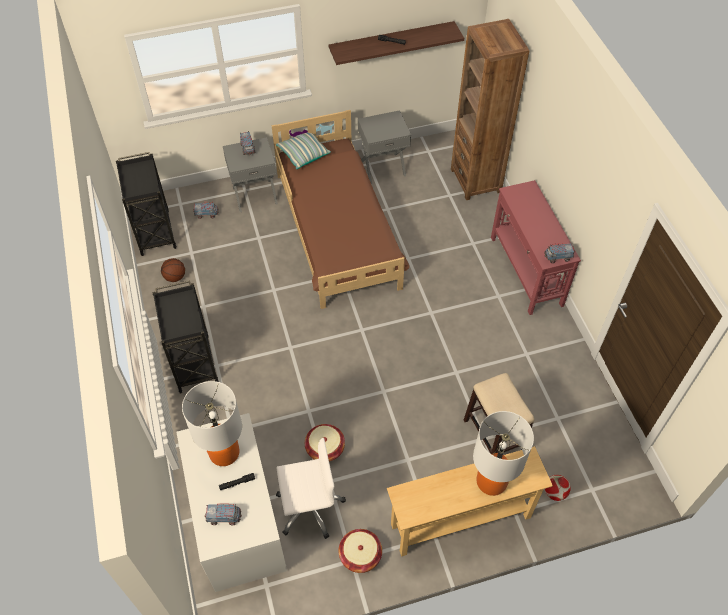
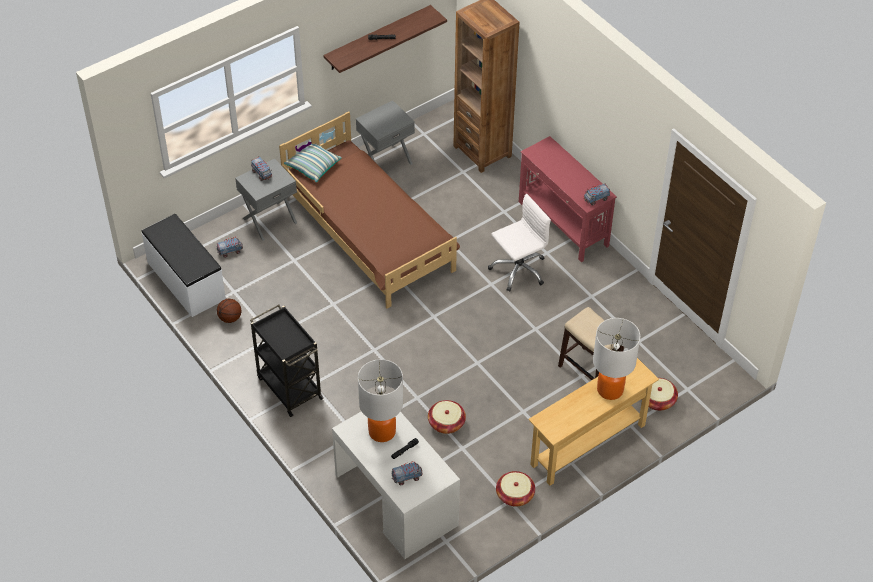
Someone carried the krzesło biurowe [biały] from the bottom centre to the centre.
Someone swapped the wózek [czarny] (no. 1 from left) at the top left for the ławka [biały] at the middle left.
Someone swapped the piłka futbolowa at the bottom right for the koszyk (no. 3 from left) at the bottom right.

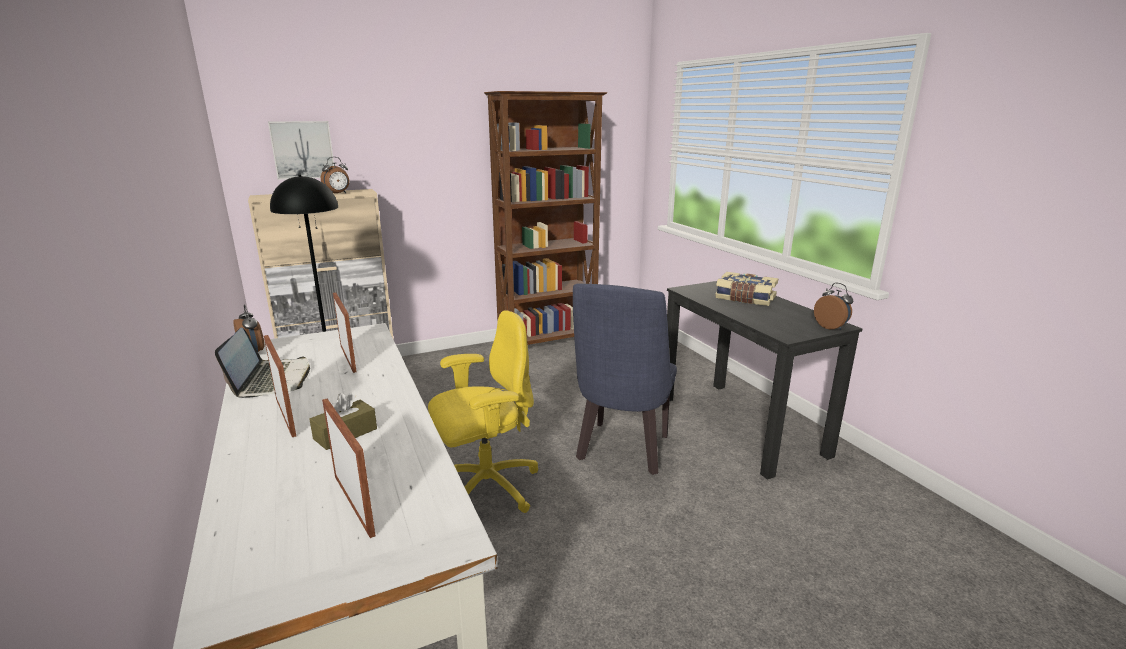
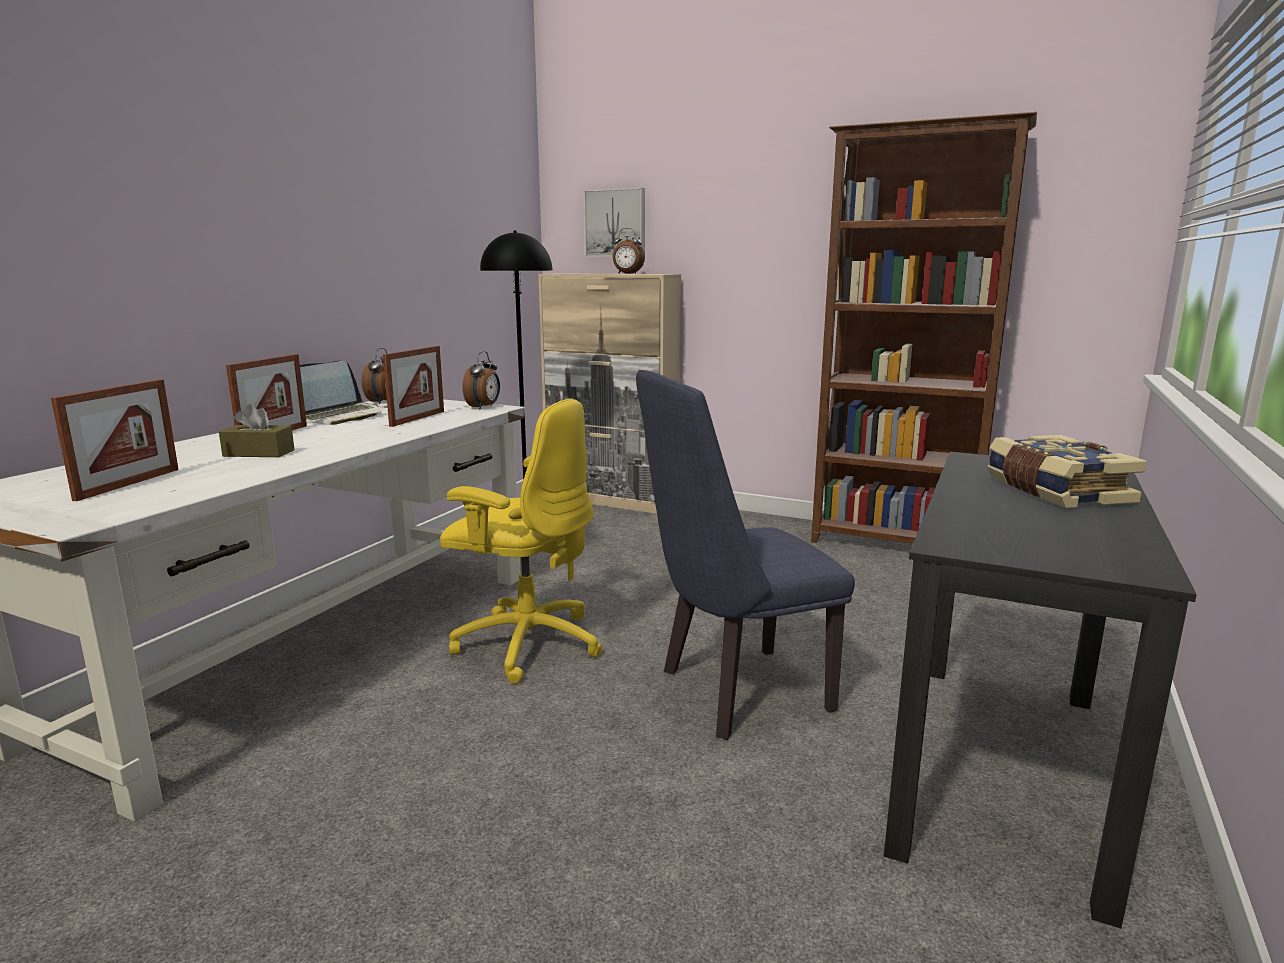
Someone carried the budzik (no. 3 from left in the first image) from the middle right to the centre.

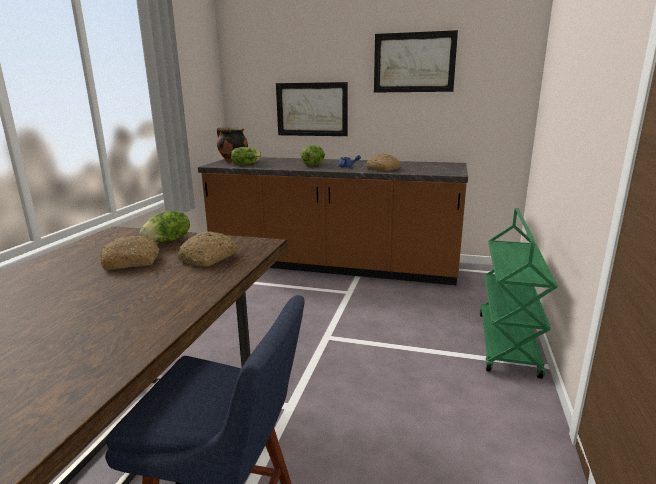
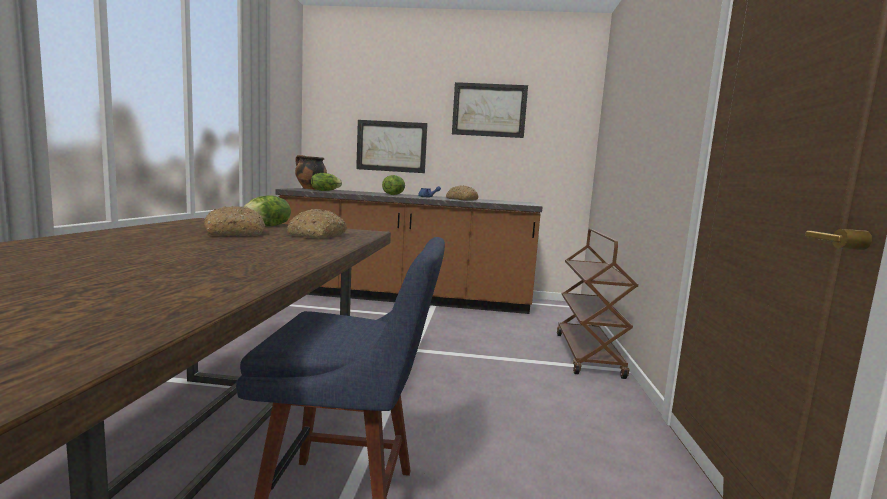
Someone repainted the wózek [zielony] at the middle right, which became the wózek [brązowy] at the middle right.

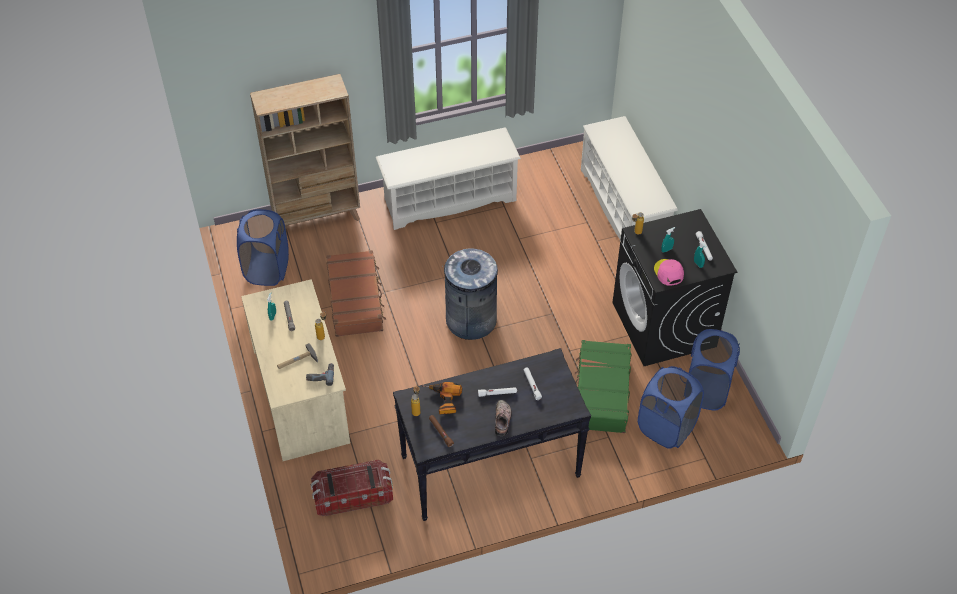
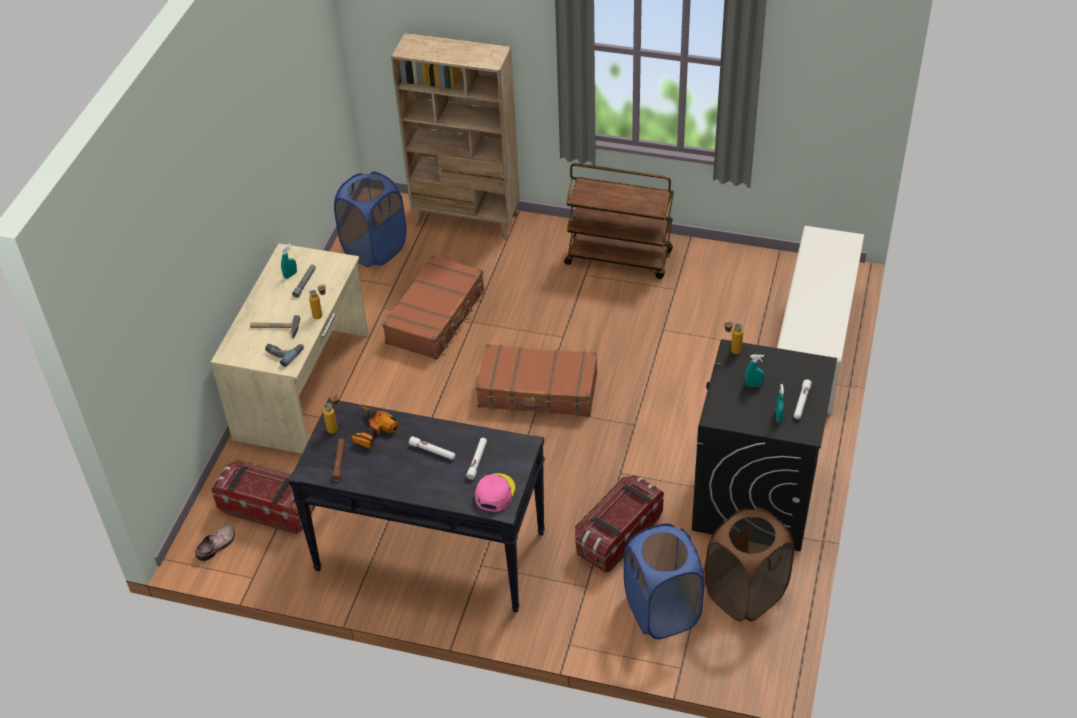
Someone carried the but from the bottom centre to the bottom left.
Someone carried the czapka z daszkiem [różowy] from the middle right to the bottom centre.
Someone swapped the regał na buty [biały] (no. 1 from left) at the top centre for the wózek [brązowy] at the top centre.
Someone swapped the kosz na śmieci [szary] at the centre for the walizka [brązowy] (no. 2 from left) at the centre.
Someone swapped the walizka [zielony] at the centre for the pojemnik do przechowywania (no. 2 from left) at the bottom centre.
Someone repainted the kosz na pranie [niebieski] (no. 3 from left) at the middle right, which became the kosz na pranie [brązowy] at the bottom right.

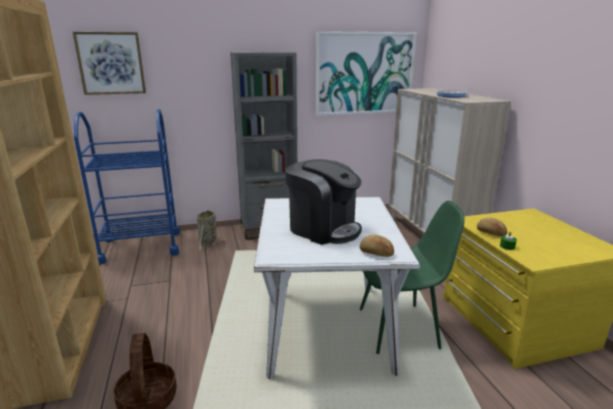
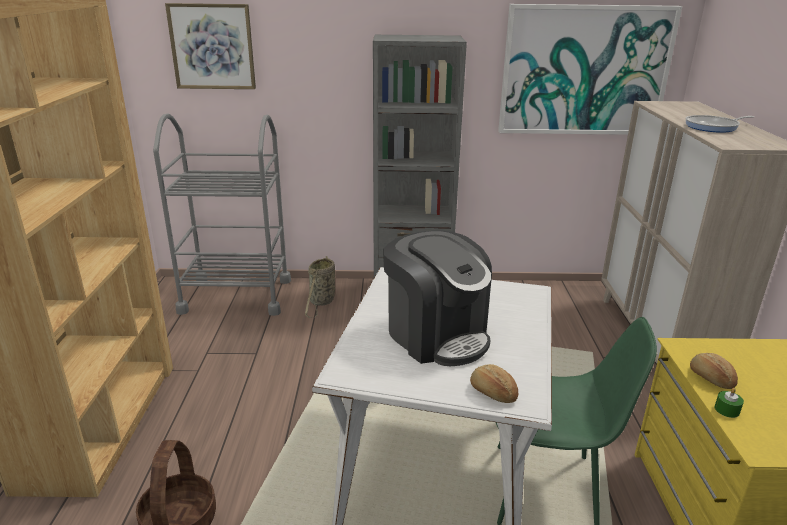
Someone repainted the wózek [niebieski] at the middle left, which became the wózek [szary] at the middle left.

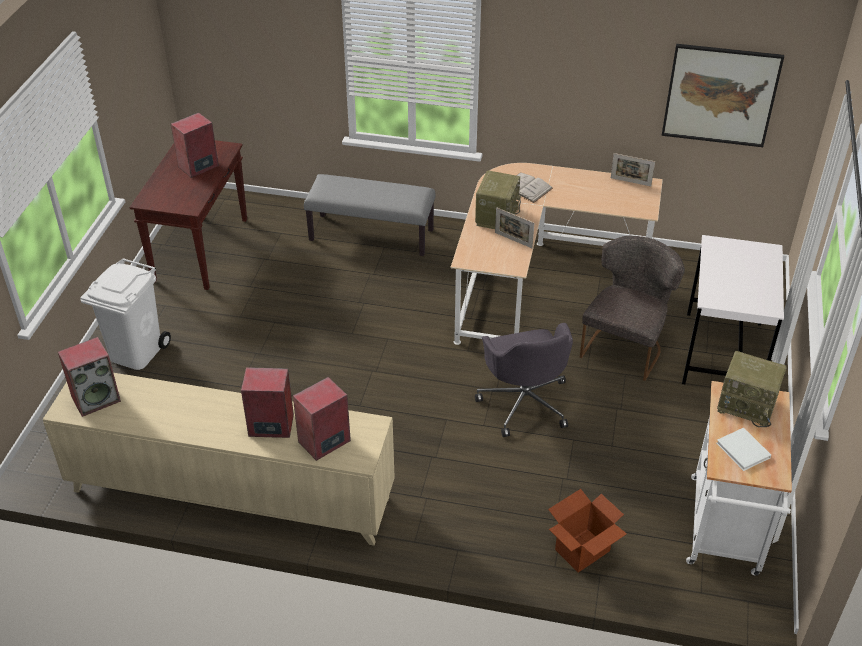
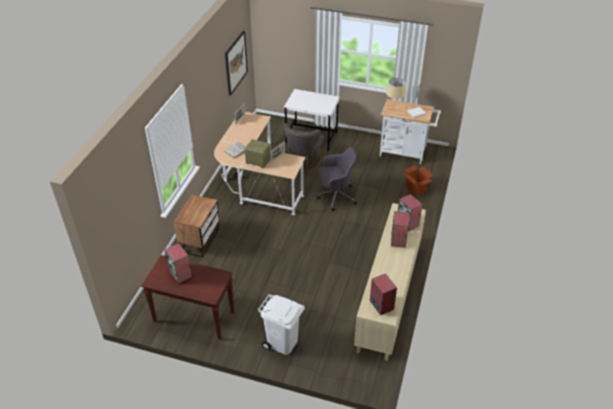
Someone swapped the ławka [szary] at the top centre for the szafka nocna at the middle left.
Someone swapped the radio (no. 2 from left) at the middle right for the lampa stołowa [beżowy] at the top centre.
Someone rotated the krzesło [szary] at the middle right by 105 degrees counterclockwise.

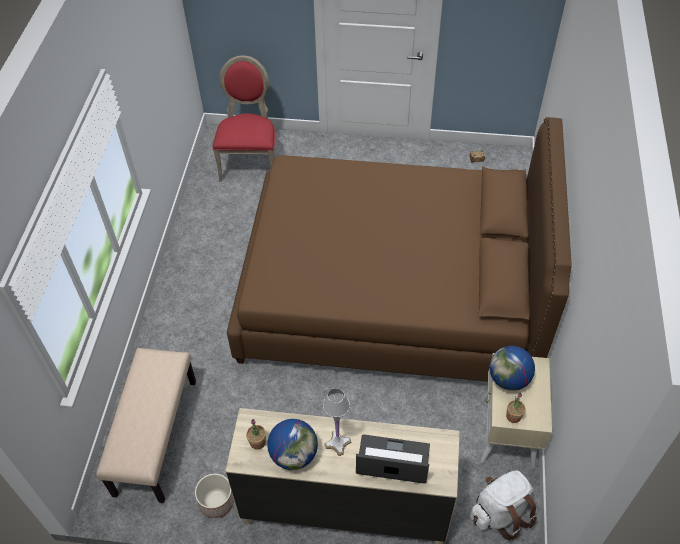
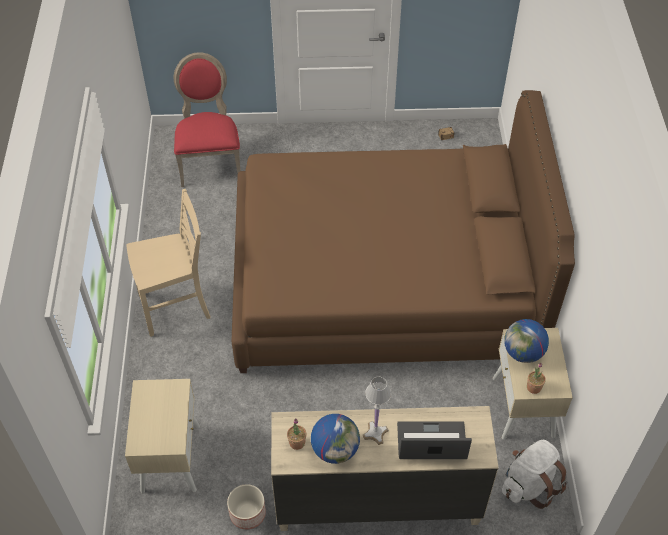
Someone put down the krzesło [beżowy] at the middle left.
Someone swapped the ławka [beżowy] at the bottom left for the szafka nocna [beżowy] (no. 1 from left) at the bottom left.

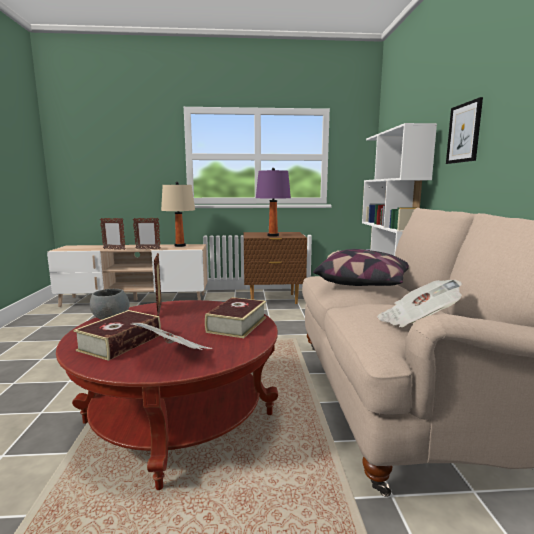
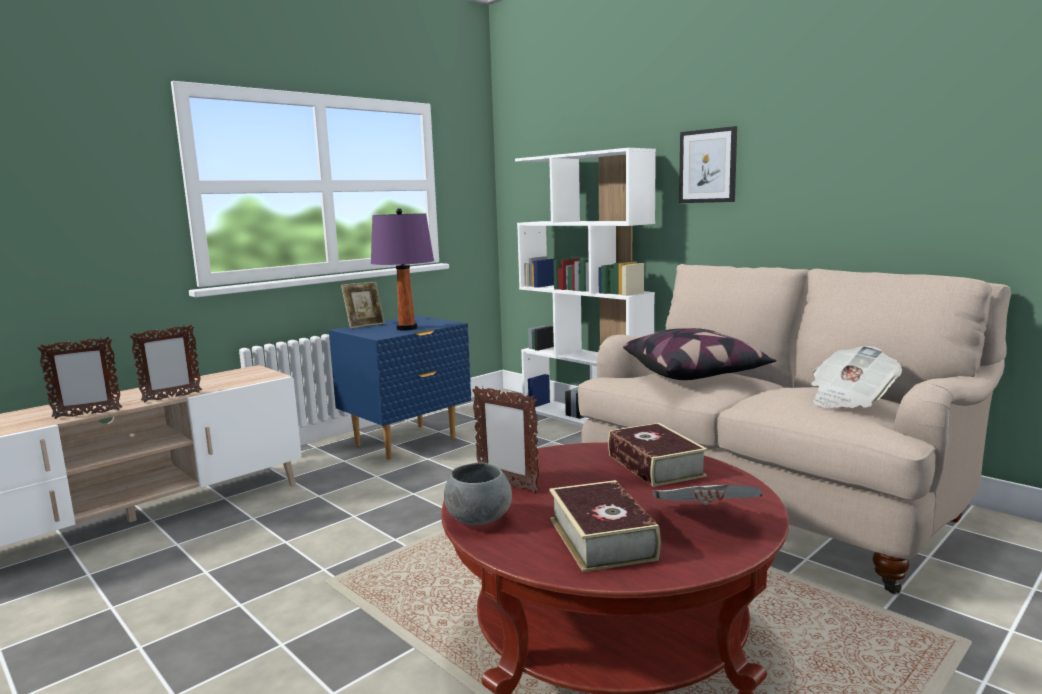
Someone took away the lampa stołowa [beżowy] at the centre.
Someone put down the ramka na zdjęcie (no. 3 from left) at the centre.
Someone repainted the szafka nocna [brązowy] at the centre, which became the szafka nocna [niebieski] at the centre.

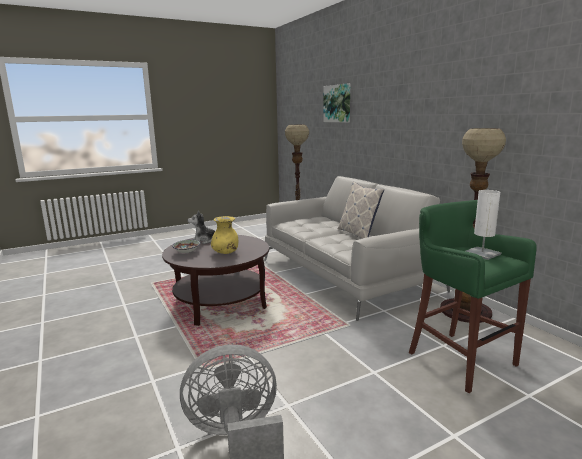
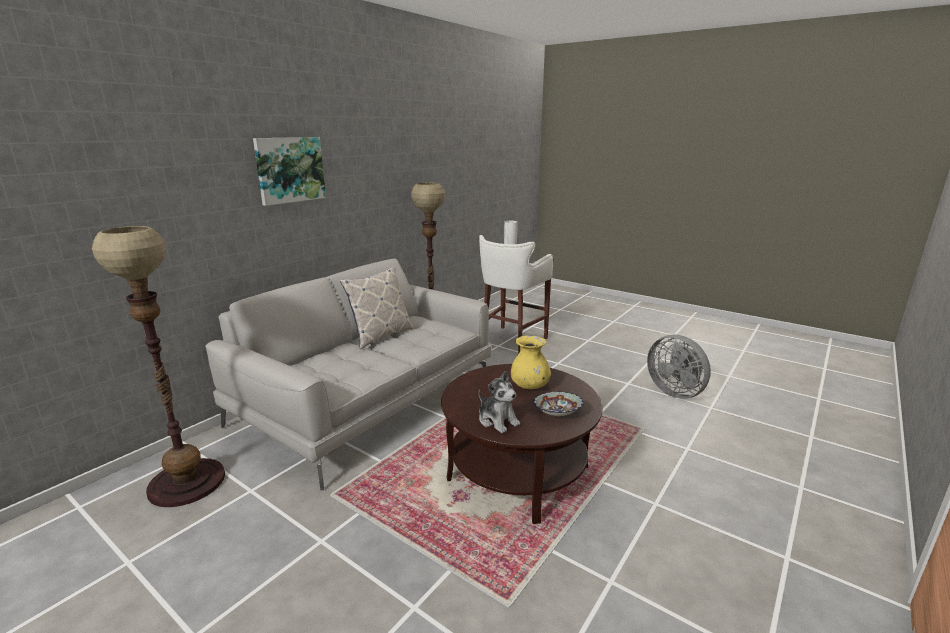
Someone carried the obraz from the top centre to the top left.
Someone repainted the stołek [zielony] at the middle right, which became the stołek [biały] at the centre.

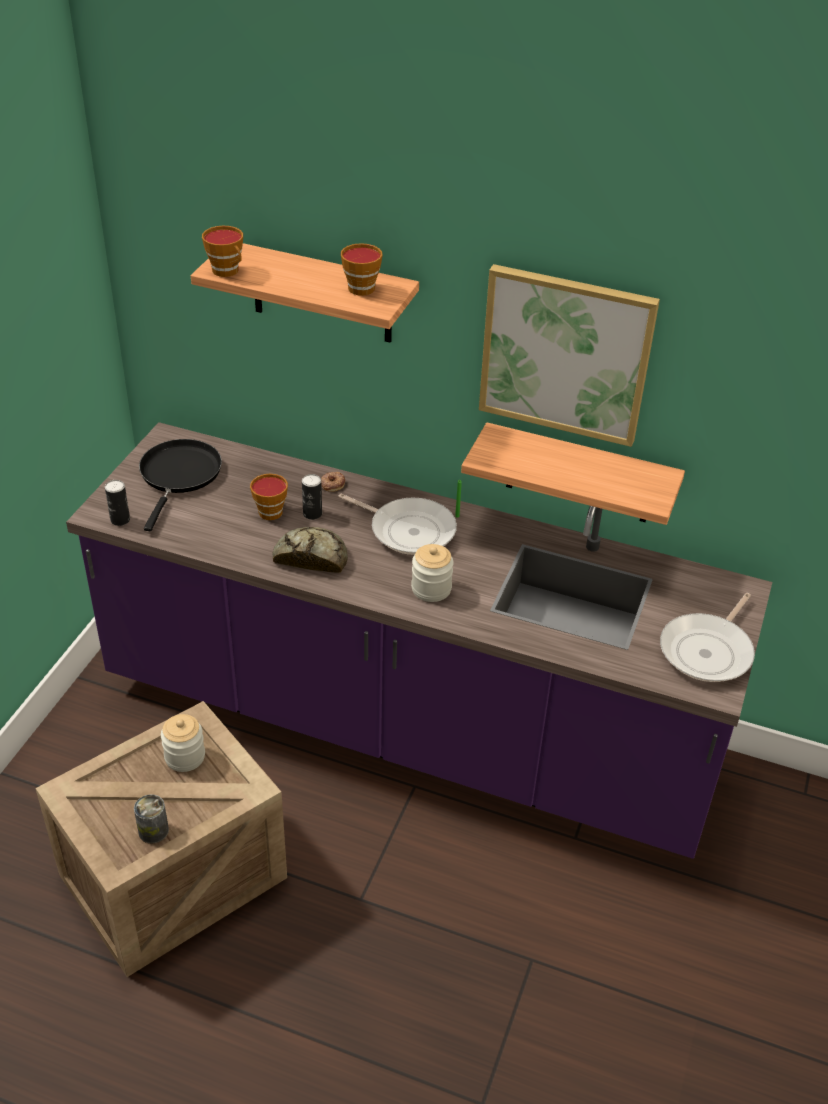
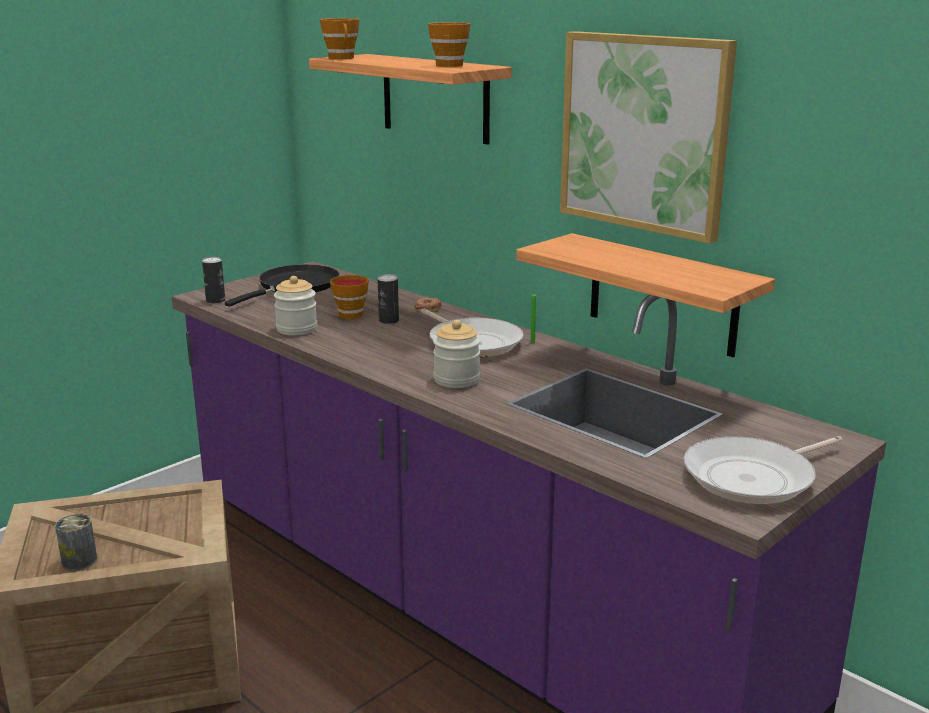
Someone took away the chleb at the centre.
Someone carried the słoik (no. 1 from left) from the bottom left to the middle left.

